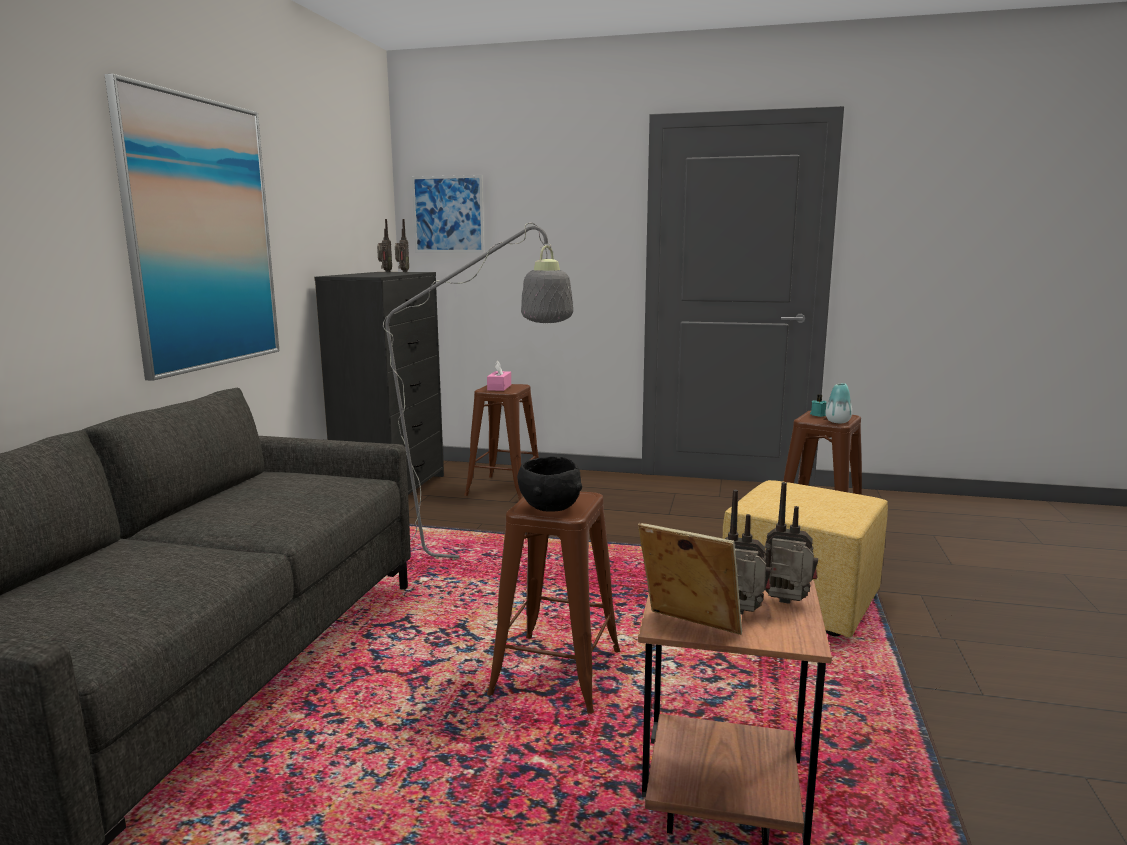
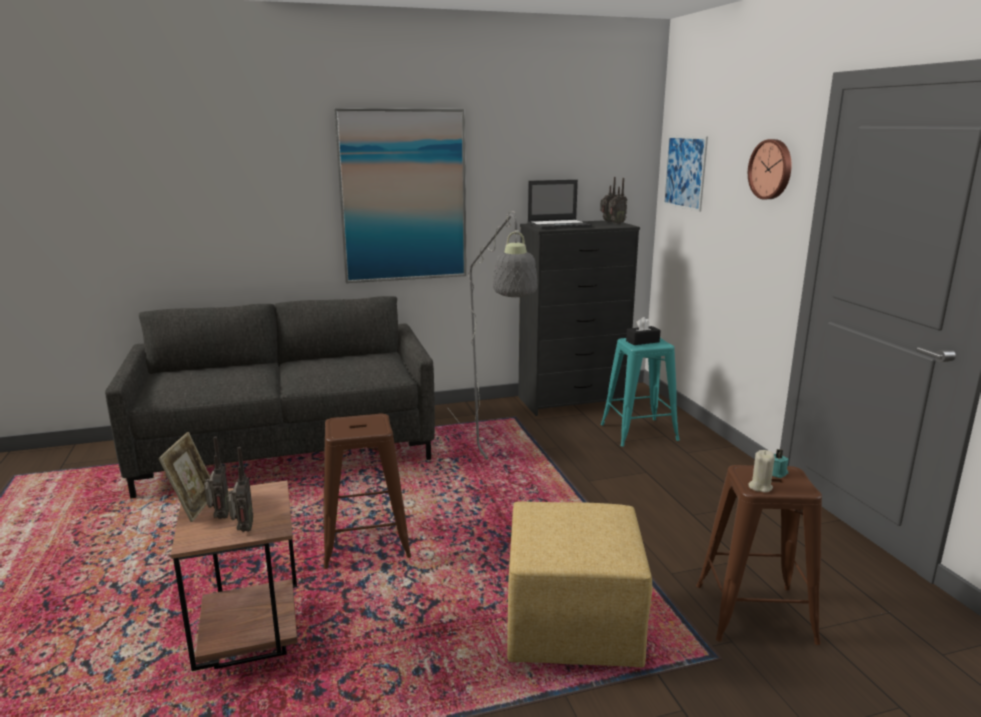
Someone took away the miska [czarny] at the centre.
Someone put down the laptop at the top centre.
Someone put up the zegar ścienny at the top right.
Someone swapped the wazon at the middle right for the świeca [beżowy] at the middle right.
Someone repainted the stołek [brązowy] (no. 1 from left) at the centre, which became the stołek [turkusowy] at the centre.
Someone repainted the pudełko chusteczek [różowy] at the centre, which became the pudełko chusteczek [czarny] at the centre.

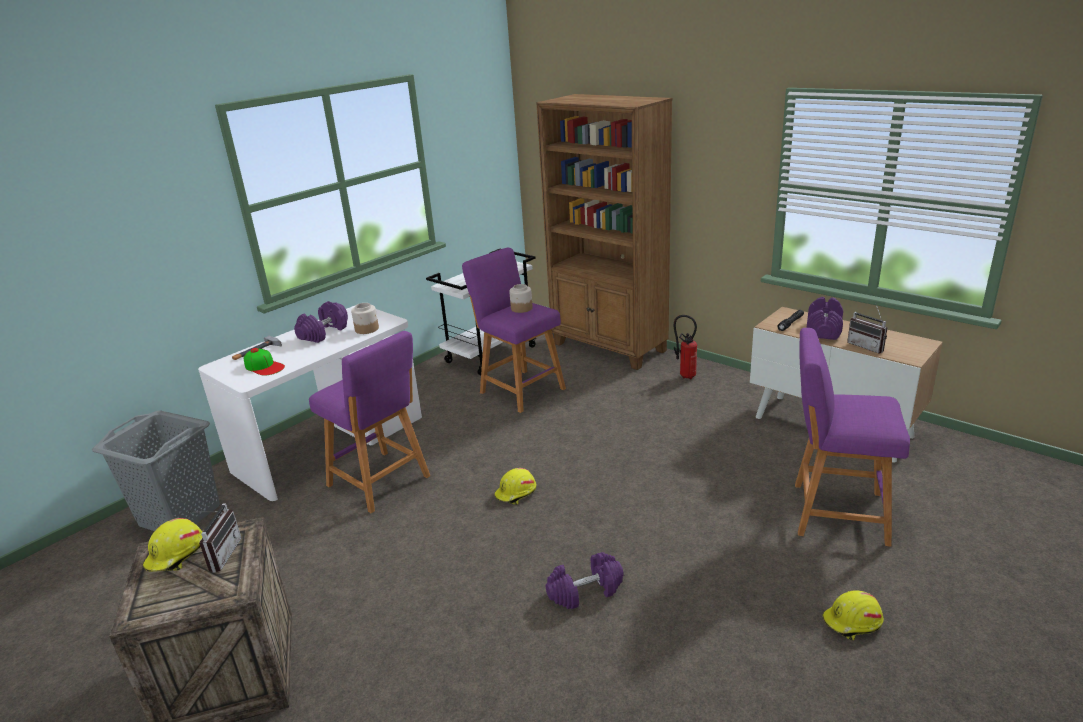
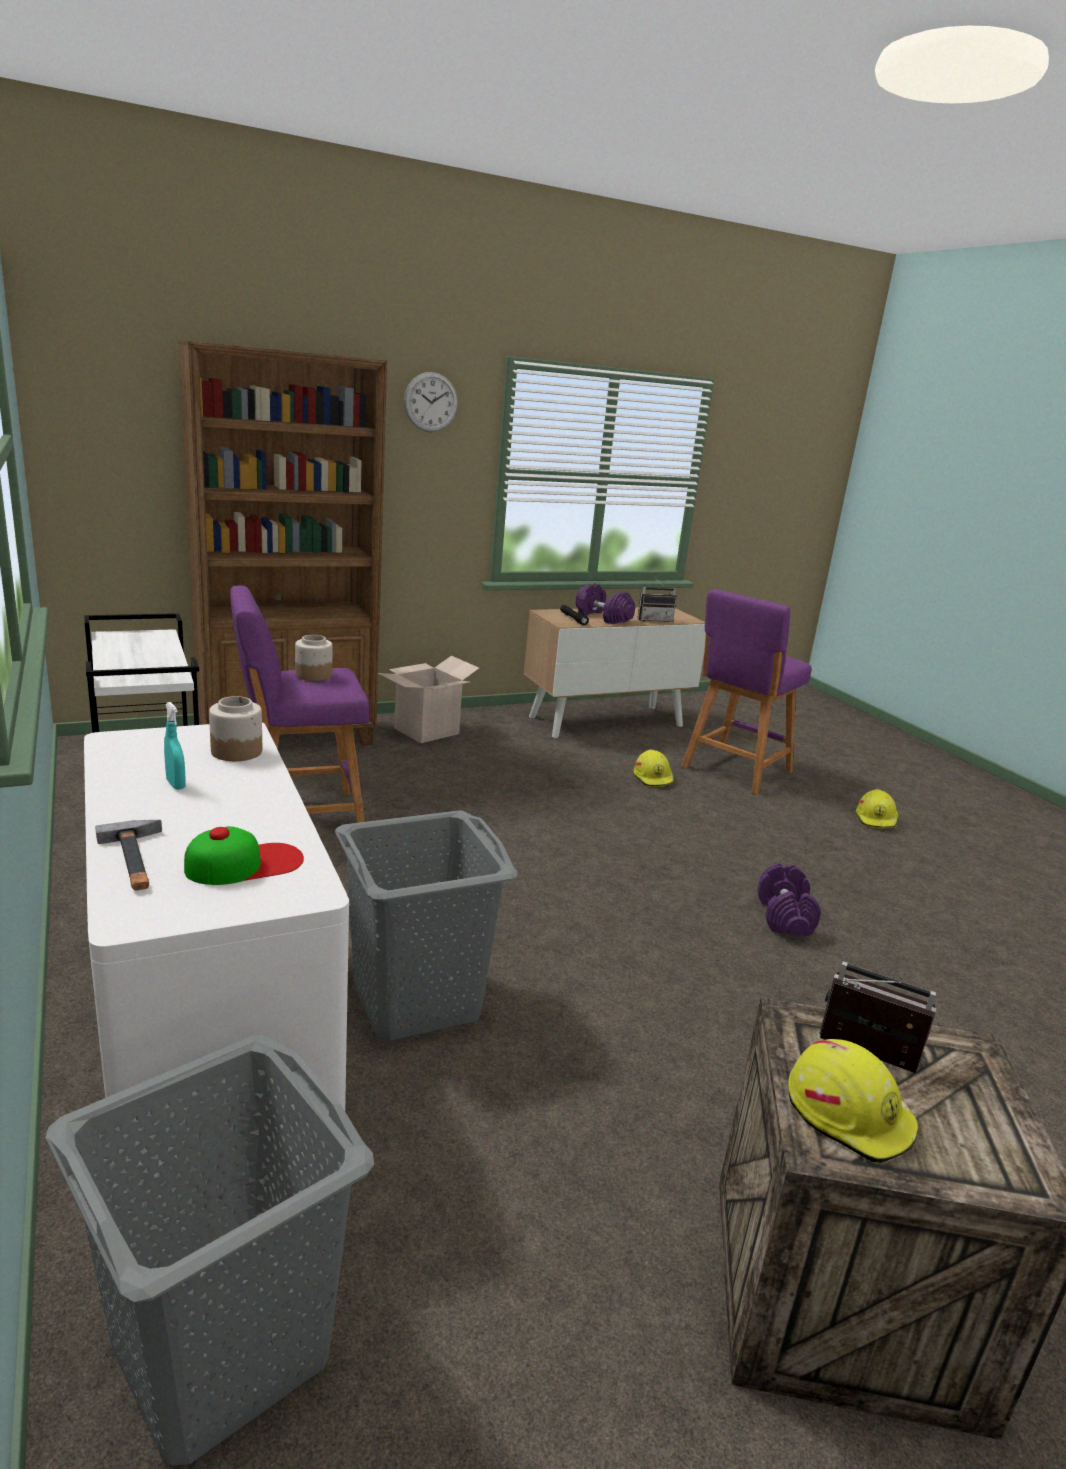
Someone put up the zegar ścienny at the top centre.
Someone carried the kask [żółty] (no. 2 from left in the first image) from the bottom centre to the centre.
Someone swapped the hantel [fioletowy] (no. 1 from left) at the middle left for the spryskiwacz [turkusowy] at the middle left.
Someone swapped the stołek [fioletowy] (no. 1 from left) at the centre for the kosz na pranie [szary] (no. 2 from left) at the centre.
Someone swapped the gaśnica at the centre for the karton at the centre.

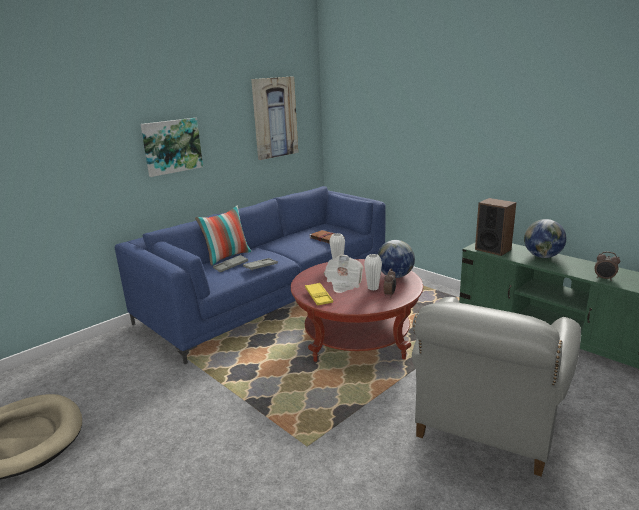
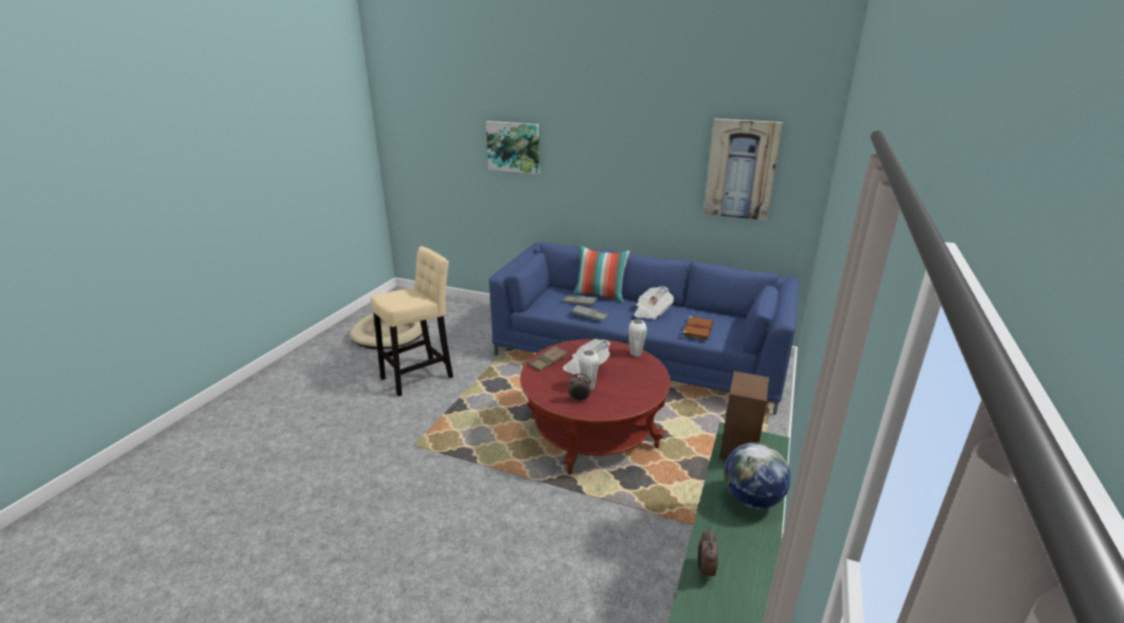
Someone took away the globus (no. 1 from left) at the centre.
Someone took away the fotel [szary] at the bottom right.
Someone put down the stołek [beżowy] at the centre.
Someone put down the gazeta (no. 2 from left) at the centre.
Someone carried the obraz (no. 1 from left) from the top left to the top centre.
Someone repainted the taca [żółty] at the centre, which became the taca [brązowy] at the centre.

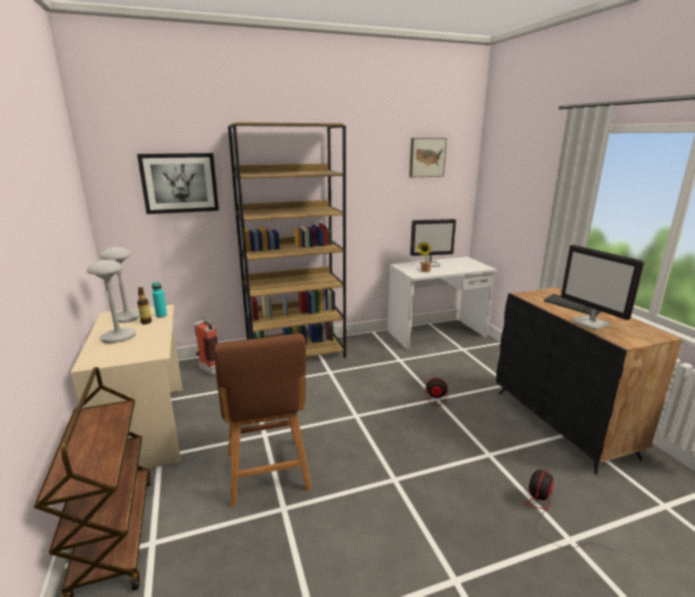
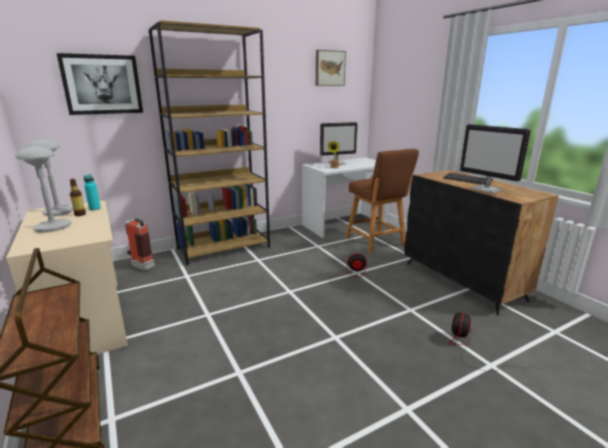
Someone carried the stołek [brązowy] from the bottom centre to the centre.

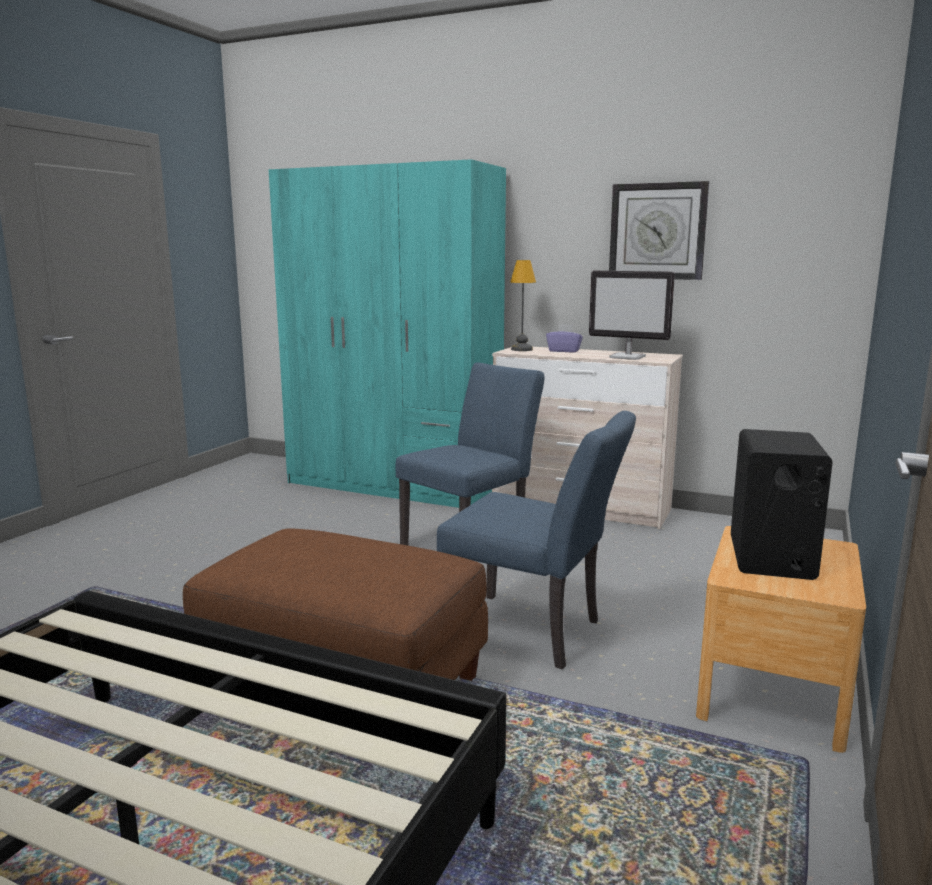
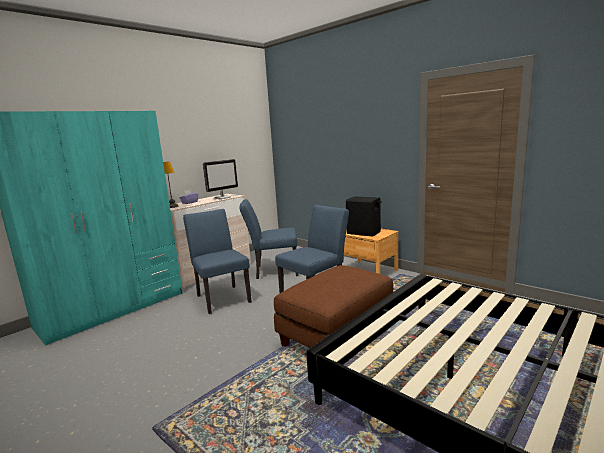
Someone took away the zegar ścienny at the top right.
Someone put down the krzesło [niebieski] (no. 2 from left) at the centre.

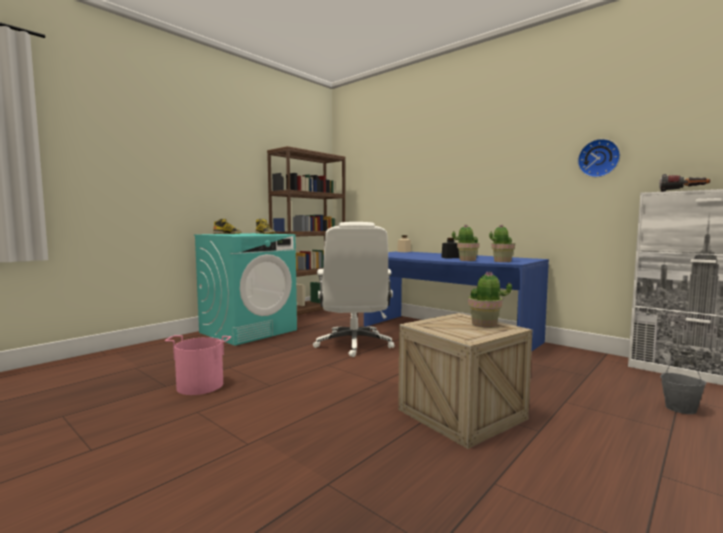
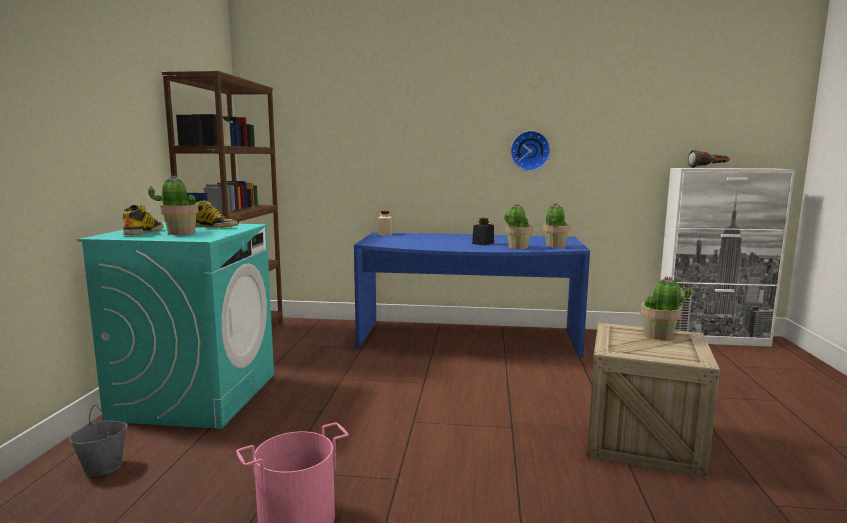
Someone took away the krzesło biurowe [biały] at the centre.
Someone put down the roślina doniczkowa (no. 1 from left) at the middle left.
Someone carried the zegar ścienny from the top right to the top centre.
Someone carried the wiadro [szary] from the bottom right to the bottom left.

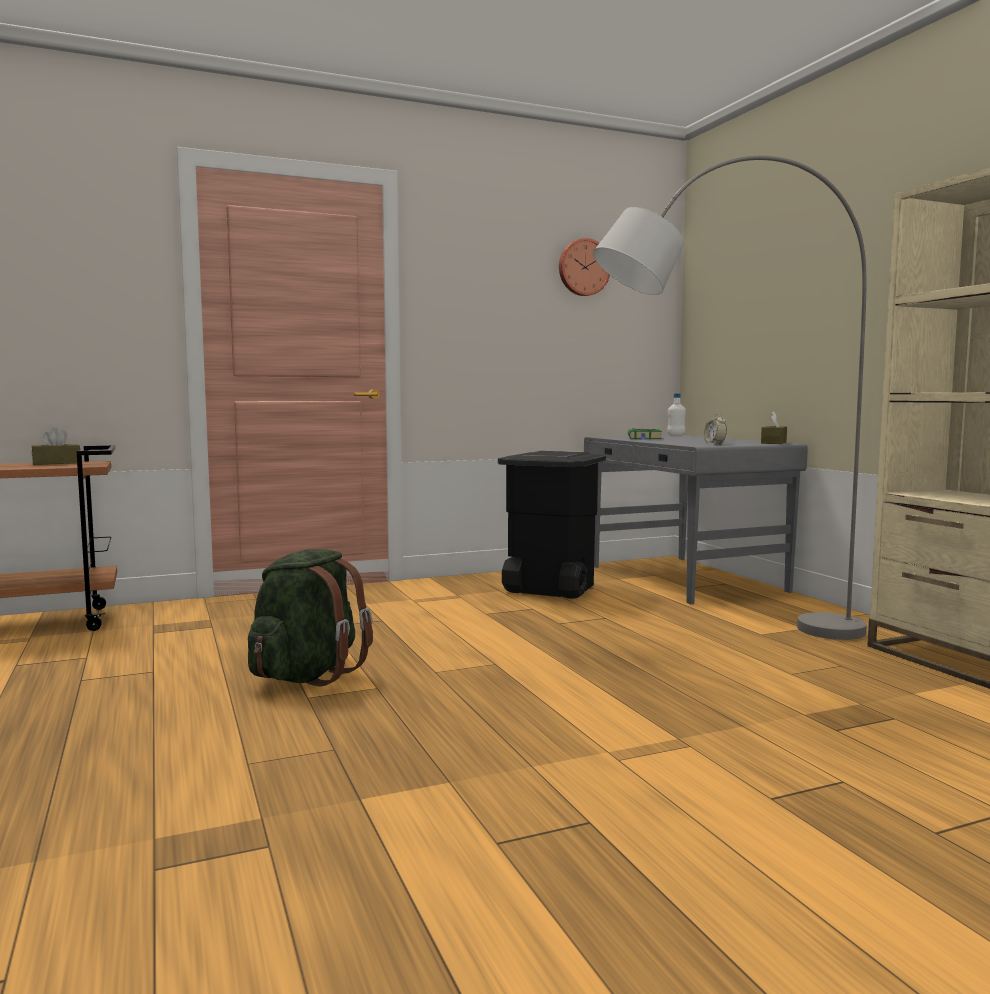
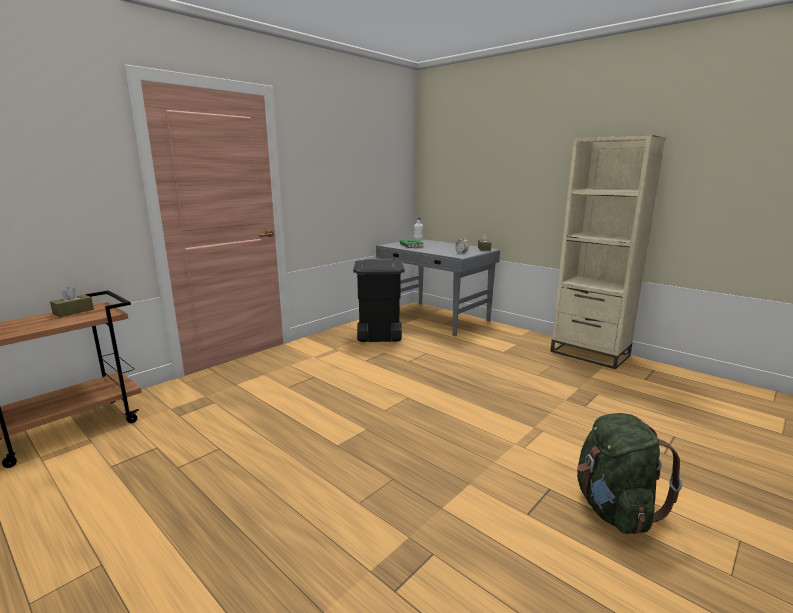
Someone took away the zegar ścienny at the top centre.
Someone took away the lampa stojąca [szary] at the middle right.
Someone carried the plecak [zielony] from the middle left to the bottom right.

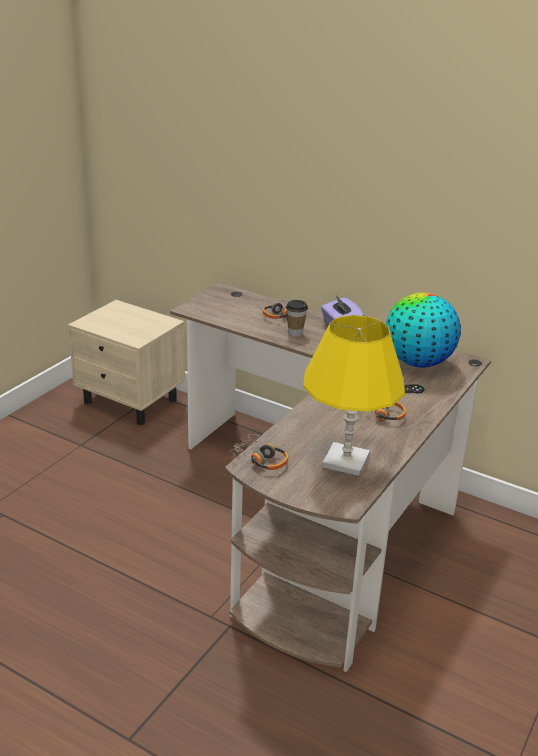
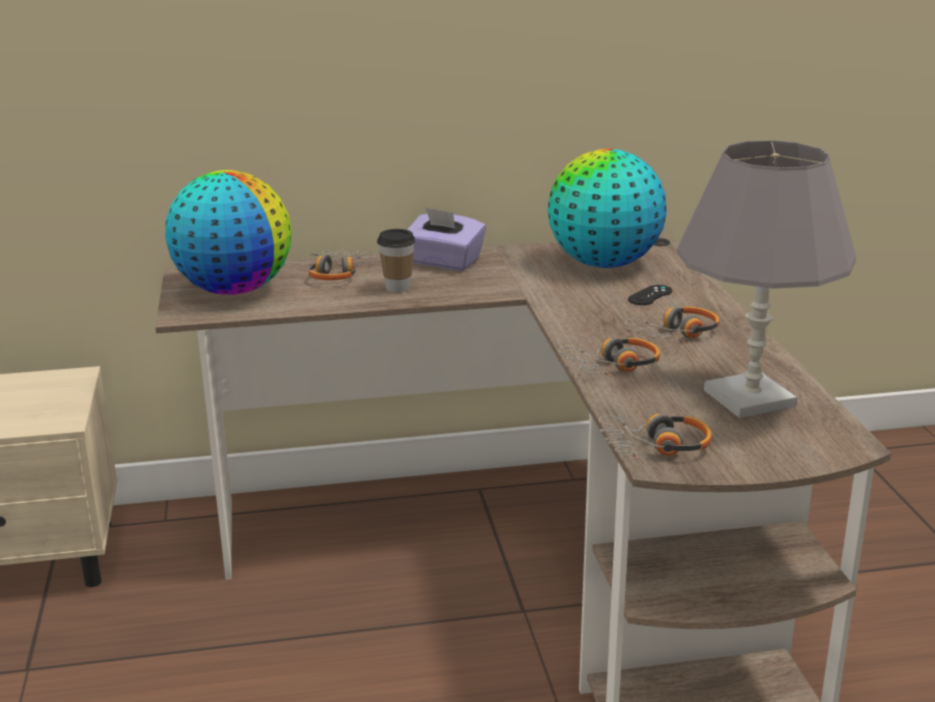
Someone put down the globus (no. 1 from left) at the top left.
Someone put down the słuchawki (no. 2 from left) at the centre.
Someone repainted the lampa stołowa [żółty] at the centre, which became the lampa stołowa [szary] at the middle right.

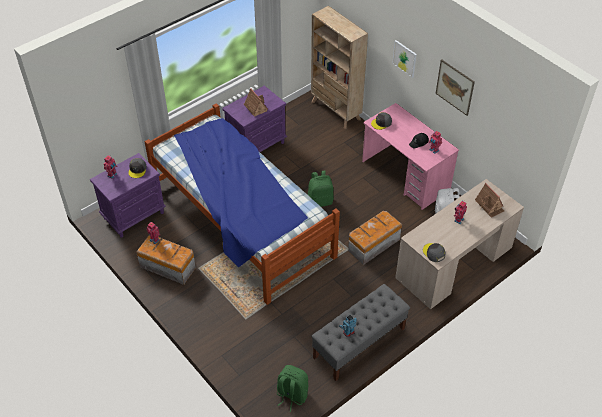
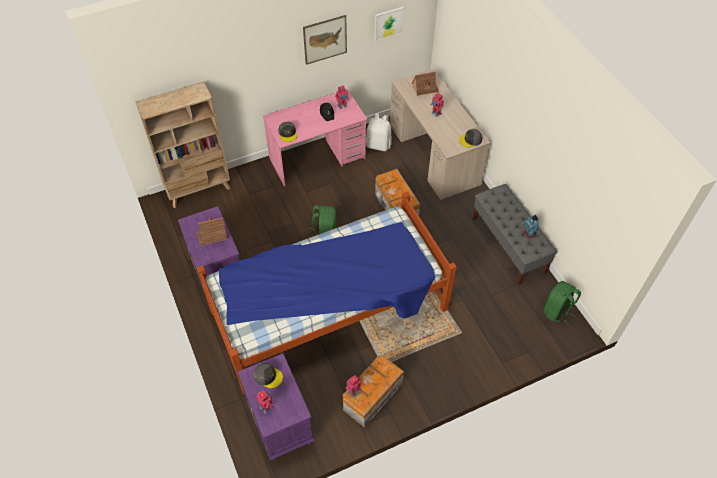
Someone carried the obraz (no. 1 from left in the first image) from the top right to the top centre.

